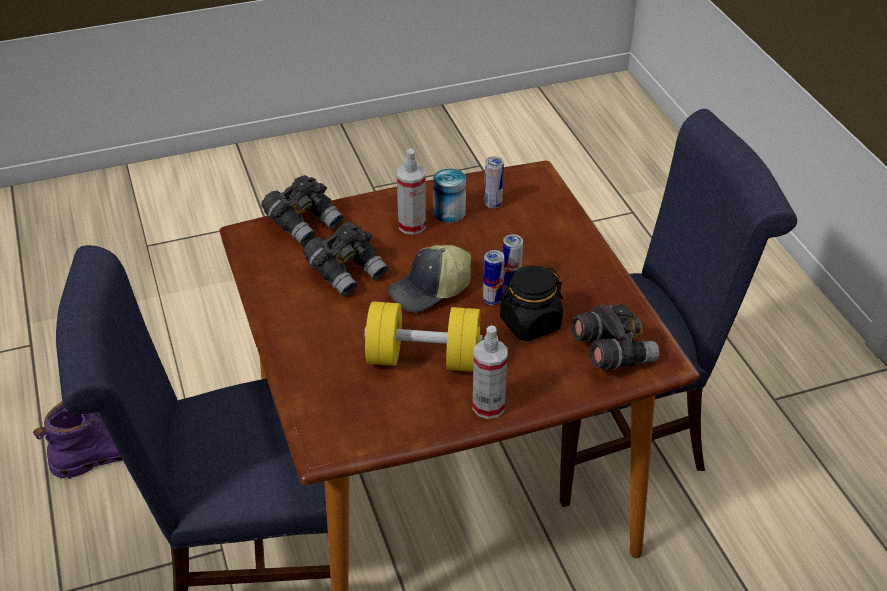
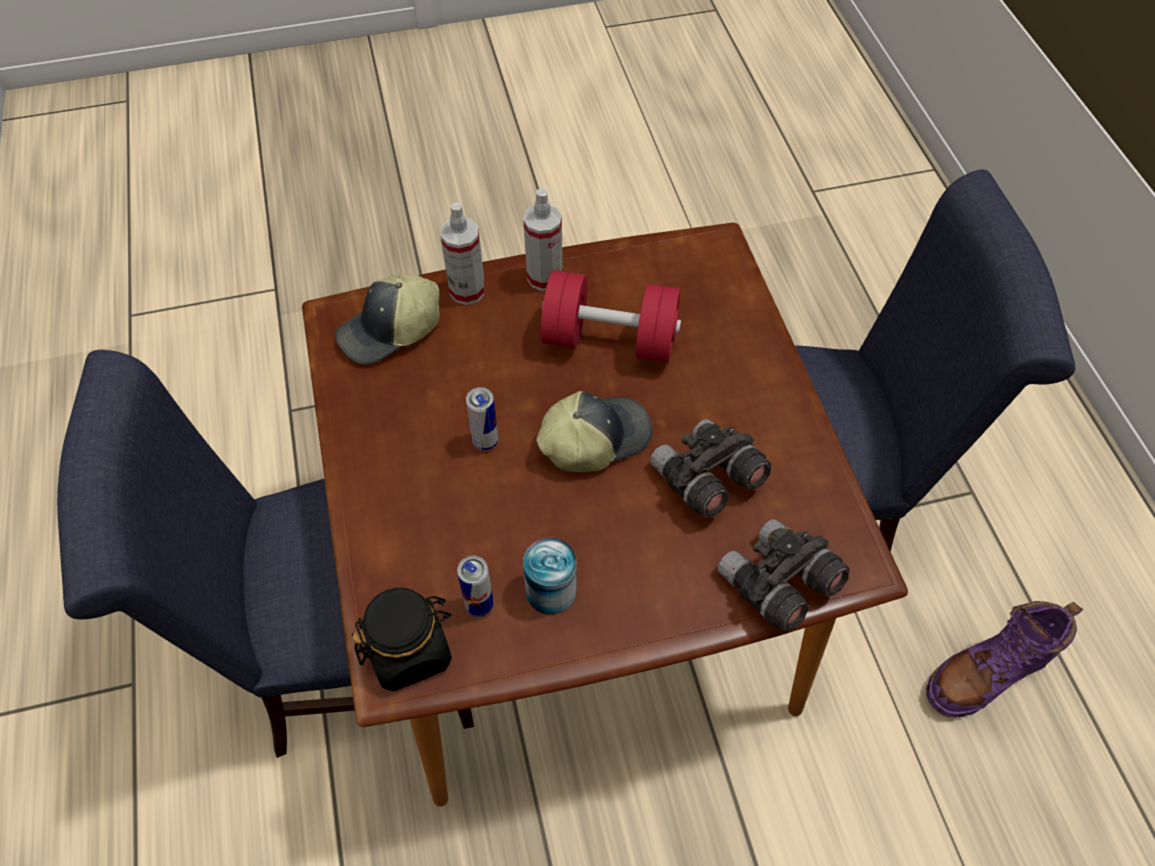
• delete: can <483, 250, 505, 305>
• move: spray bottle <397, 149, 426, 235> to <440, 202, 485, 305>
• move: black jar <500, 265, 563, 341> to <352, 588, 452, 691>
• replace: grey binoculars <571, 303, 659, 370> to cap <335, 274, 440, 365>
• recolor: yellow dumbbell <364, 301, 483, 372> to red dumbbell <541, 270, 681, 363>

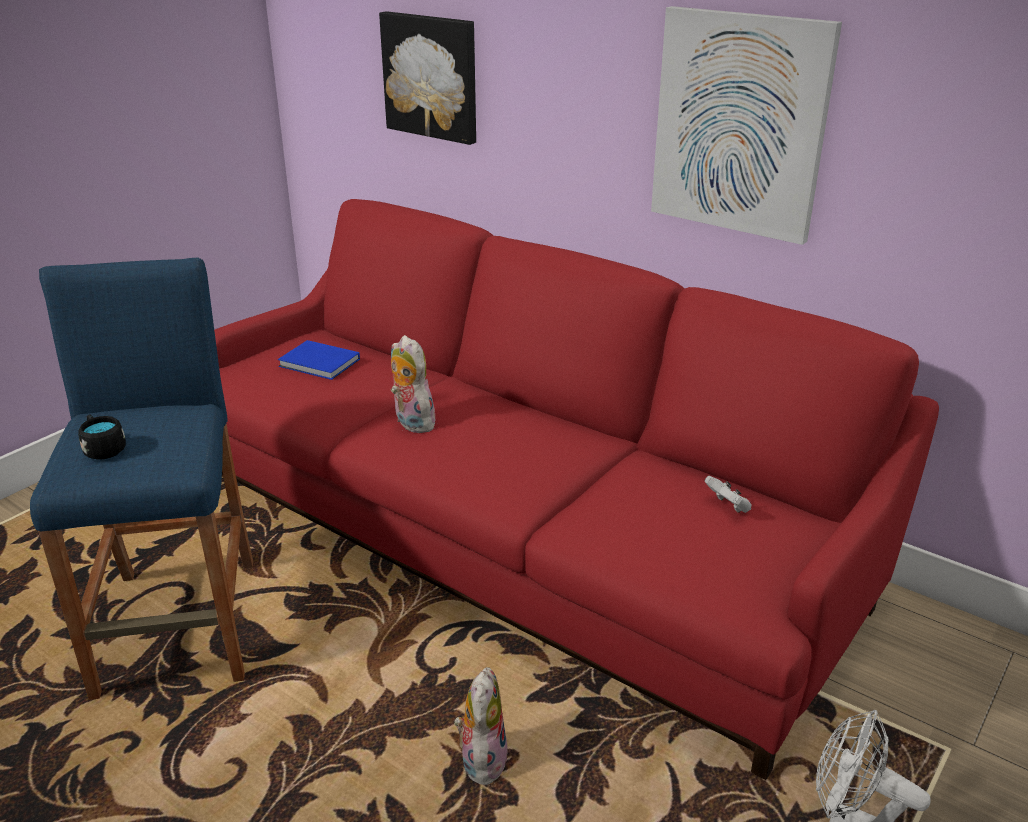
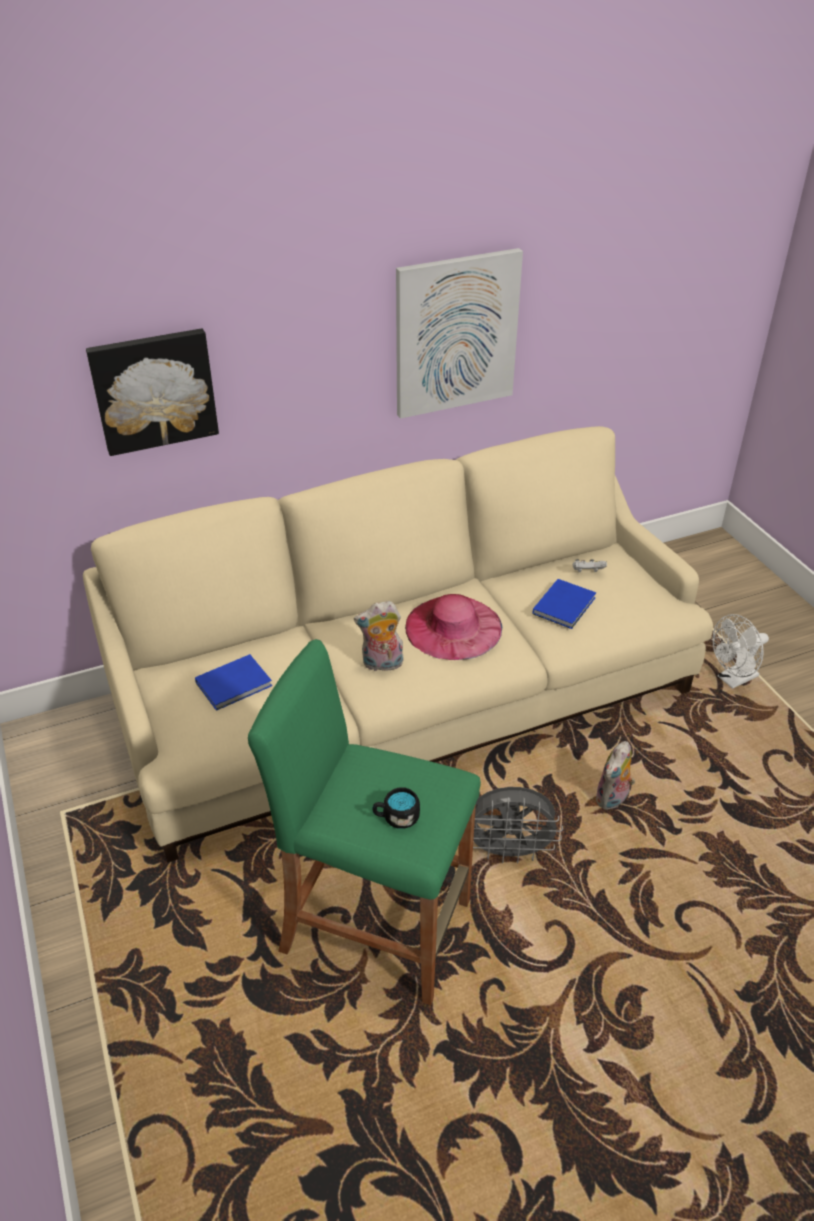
• insert: pink hat <405, 594, 502, 660>
• insert: grey fan <473, 787, 563, 864>
• insert: blue book <533, 579, 596, 629>
• recolor: blue stool <30, 258, 253, 700> to green stool <248, 639, 481, 1005>
• recolor: red sofa <214, 199, 939, 780> to beige sofa <83, 426, 713, 863>
• rotate: plush toy <454, 667, 508, 786> = <596, 741, 635, 810> 90 degrees counterclockwise

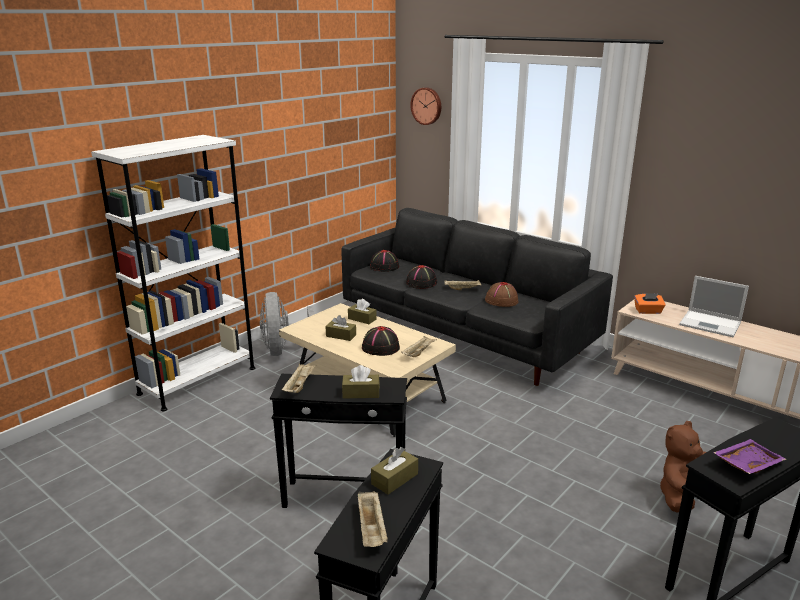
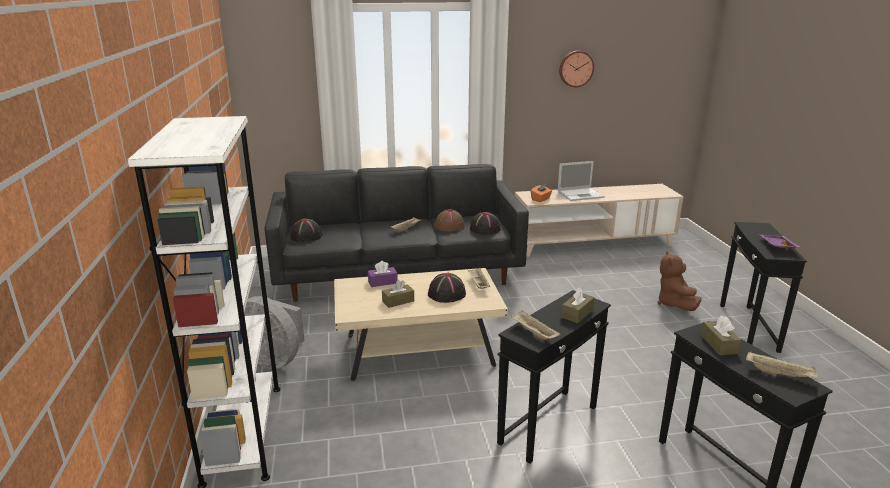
• move: black hat <406, 265, 437, 289> to <470, 212, 501, 235>
• move: wall clock <410, 87, 441, 125> to <559, 51, 594, 87>
• recolor: brown tissue box <348, 299, 377, 324> to purple tissue box <368, 261, 398, 287>

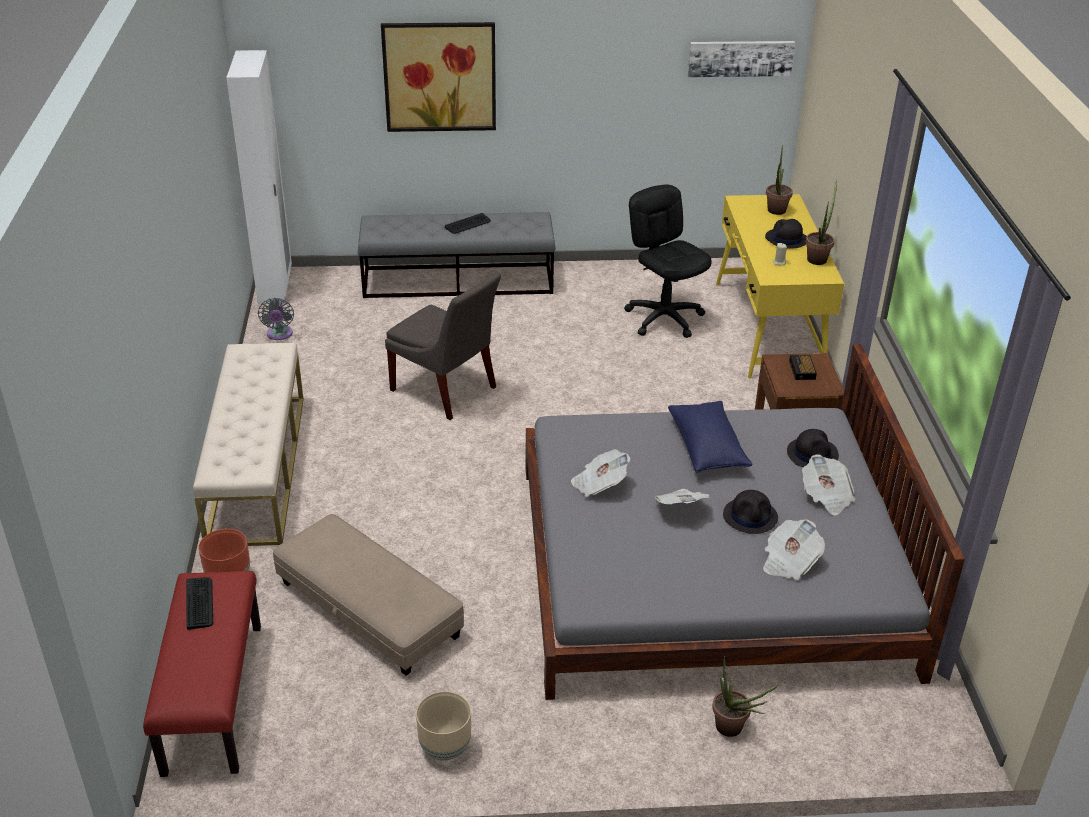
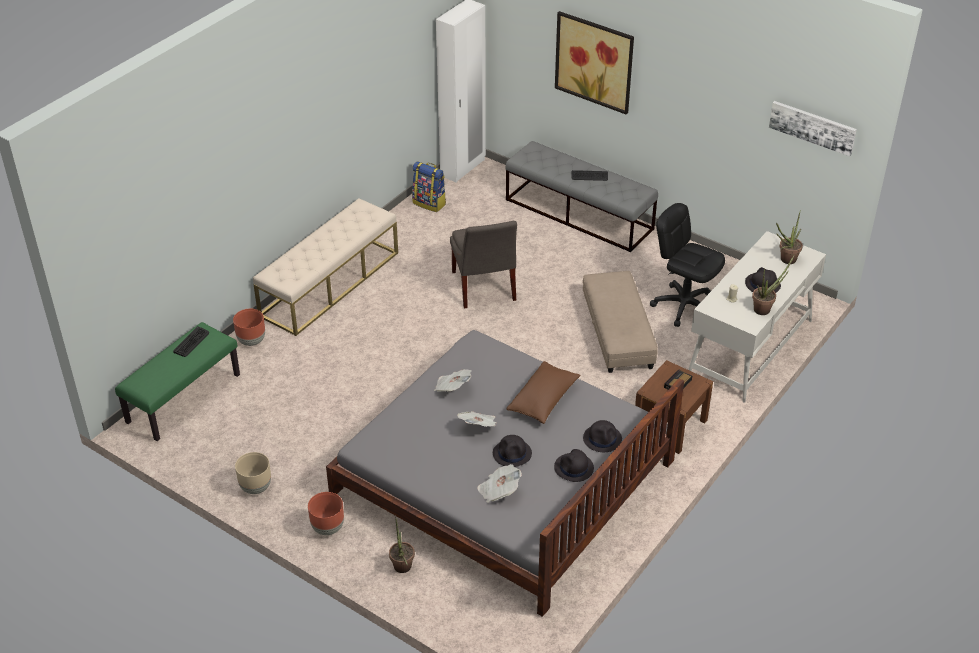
• insert: brown planter <308, 492, 344, 535>
• move: beige ottoman <273, 514, 464, 676> to <583, 271, 658, 373>
• replace: grey fan <258, 298, 294, 340> to backpack <412, 161, 446, 212>
• replace: newspaper <802, 454, 856, 516> to black hat <554, 449, 594, 482>
• recolor: red bench <143, 571, 261, 777> to green bench <115, 322, 240, 441>
• recolor: blue pillow <668, 401, 753, 473> to brown pillow <506, 361, 580, 424>
• recolor: yellow desk <716, 194, 844, 379> to white desk <688, 231, 826, 403>
• rotate: black office chair <624, 185, 712, 338> = <650, 203, 725, 327> 60 degrees counterclockwise

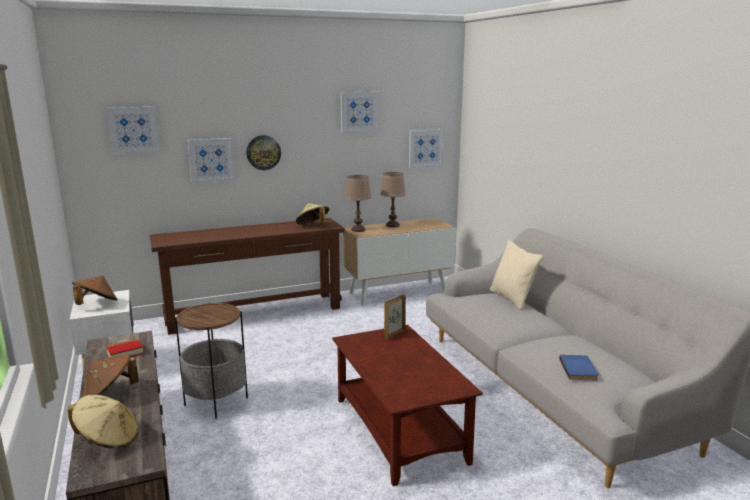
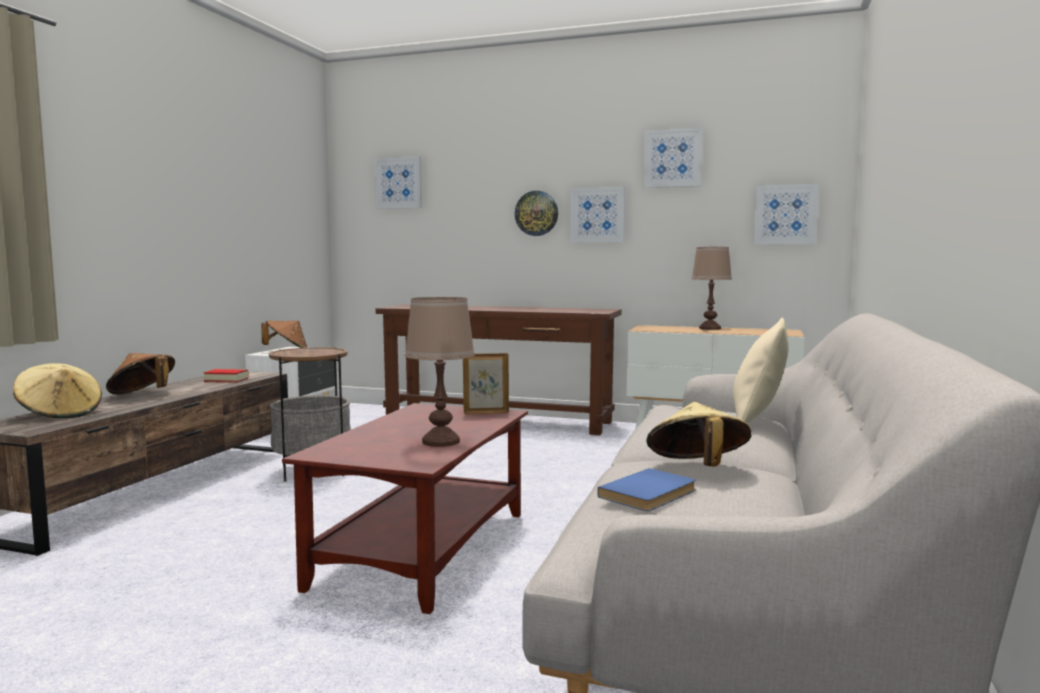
• move: picture <188, 138, 234, 183> to <570, 186, 625, 242>
• move: beige hat <296, 203, 329, 224> to <646, 402, 752, 467>
• move: brown table lamp <345, 175, 371, 232> to <404, 297, 475, 447>

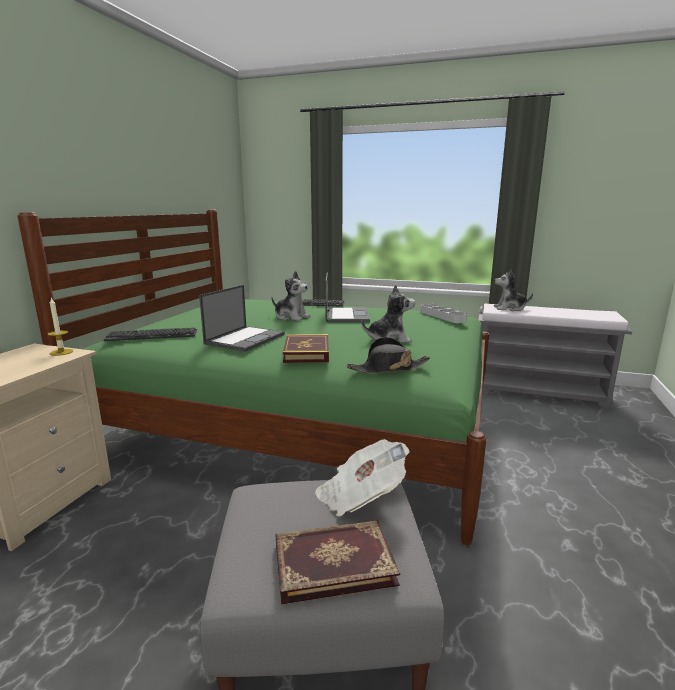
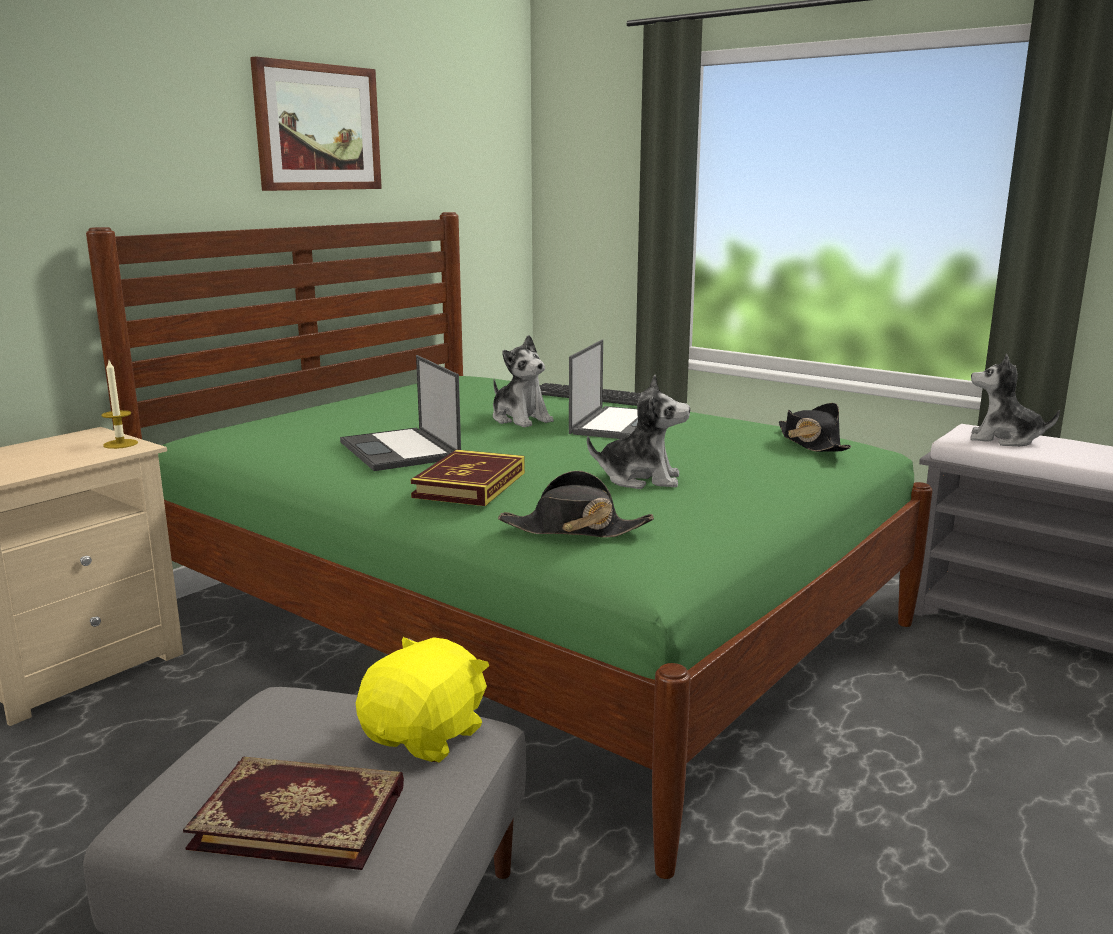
• delete: keyboard <104, 327, 197, 341>
• insert: picture <250, 57, 382, 191>
• replace: newspaper <315, 439, 410, 517> to yellow plush toy <356, 637, 489, 763>
• replace: grey tray <420, 303, 467, 323> to black hat <779, 403, 851, 452>
• rotate: laptop <199, 285, 285, 352> = <340, 355, 461, 471> 105 degrees clockwise

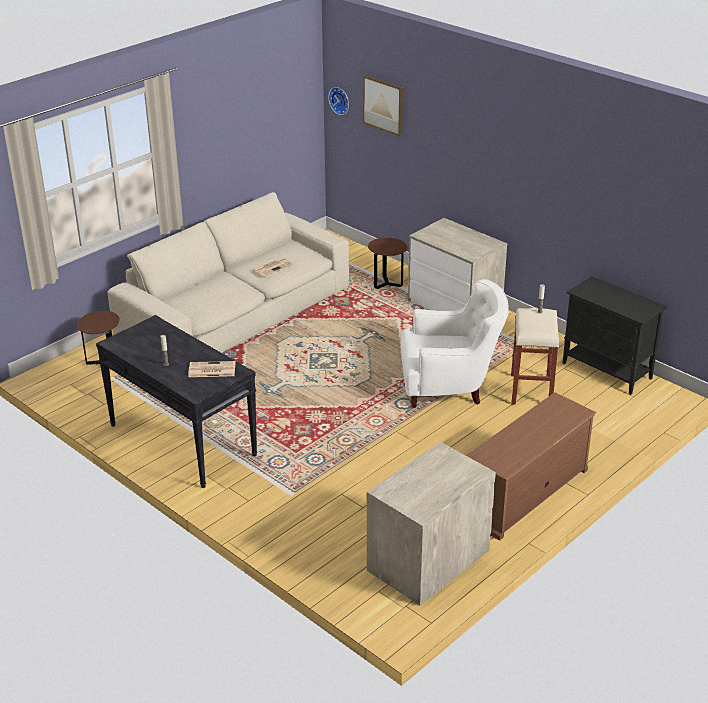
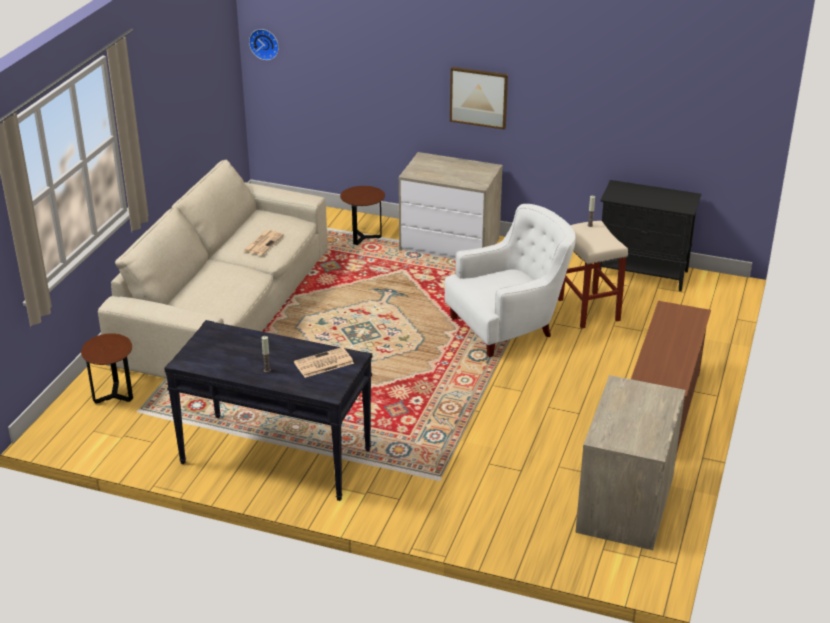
• move: picture <363, 75, 403, 136> to <450, 67, 508, 130>

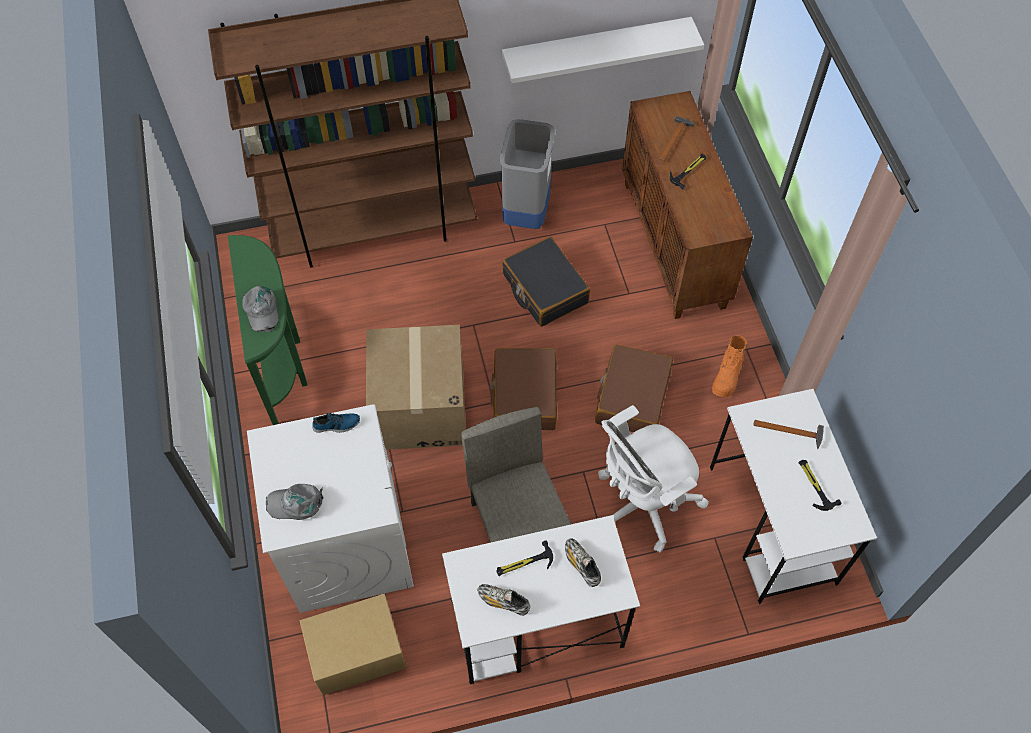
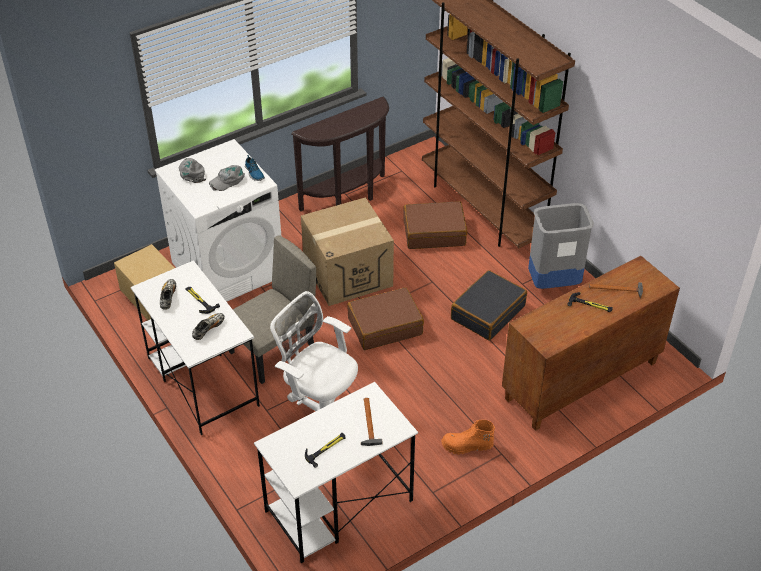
• delete: white shelf <502, 17, 704, 83>
• move: grey cap <242, 286, 279, 332> to <209, 165, 245, 191>
• move: brown suitcase <595, 345, 673, 432> to <403, 201, 467, 249>
• recolor: green console table <228, 235, 307, 425> to brown console table <291, 97, 389, 211>

